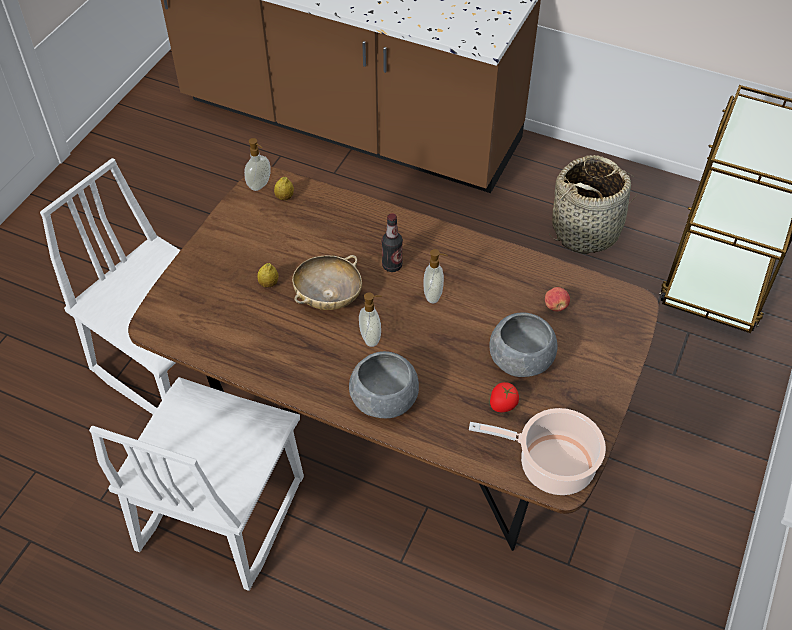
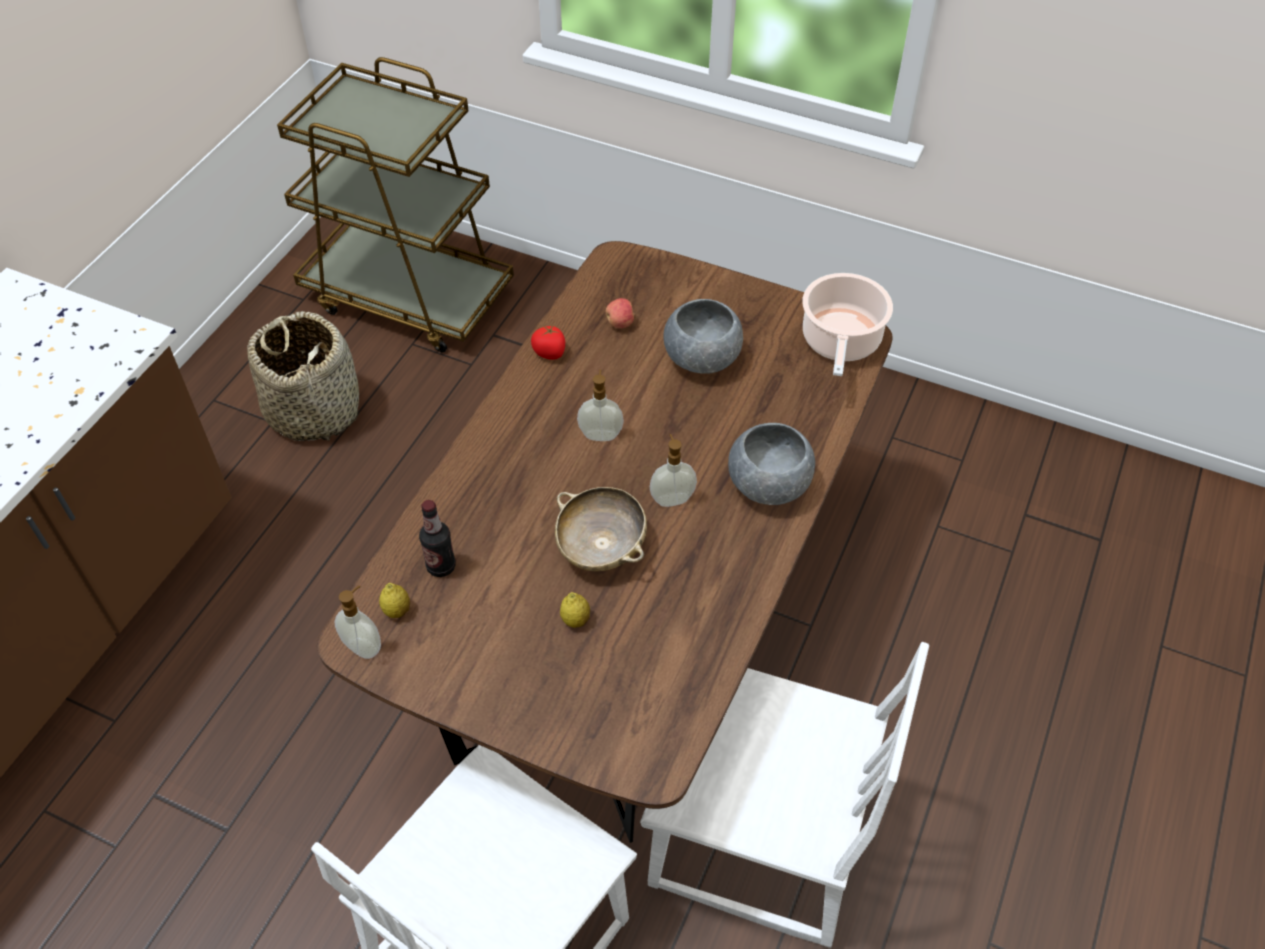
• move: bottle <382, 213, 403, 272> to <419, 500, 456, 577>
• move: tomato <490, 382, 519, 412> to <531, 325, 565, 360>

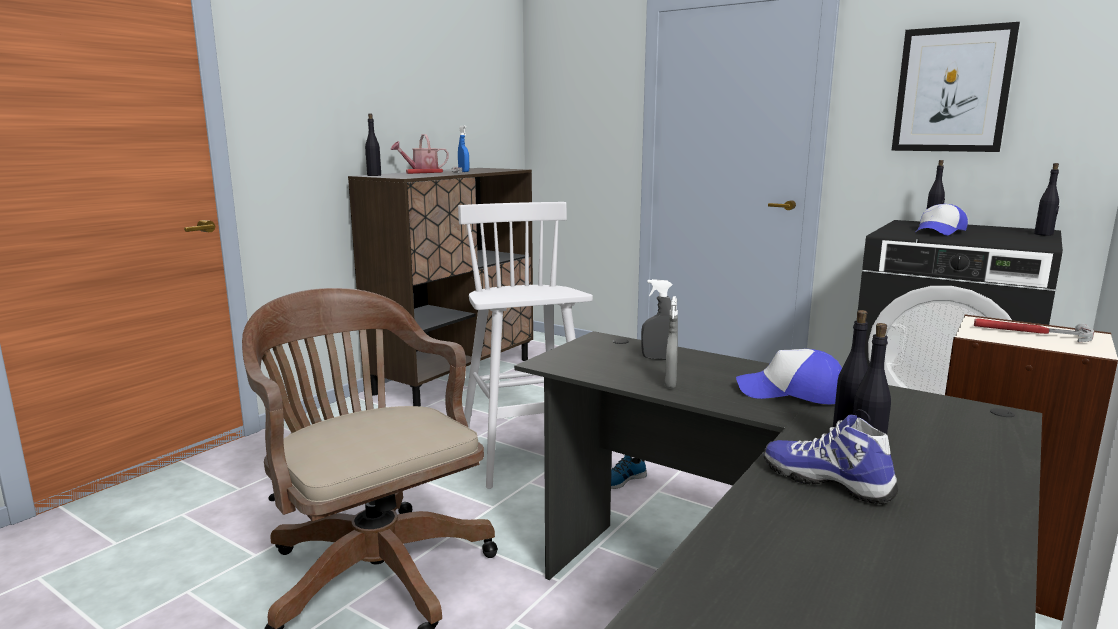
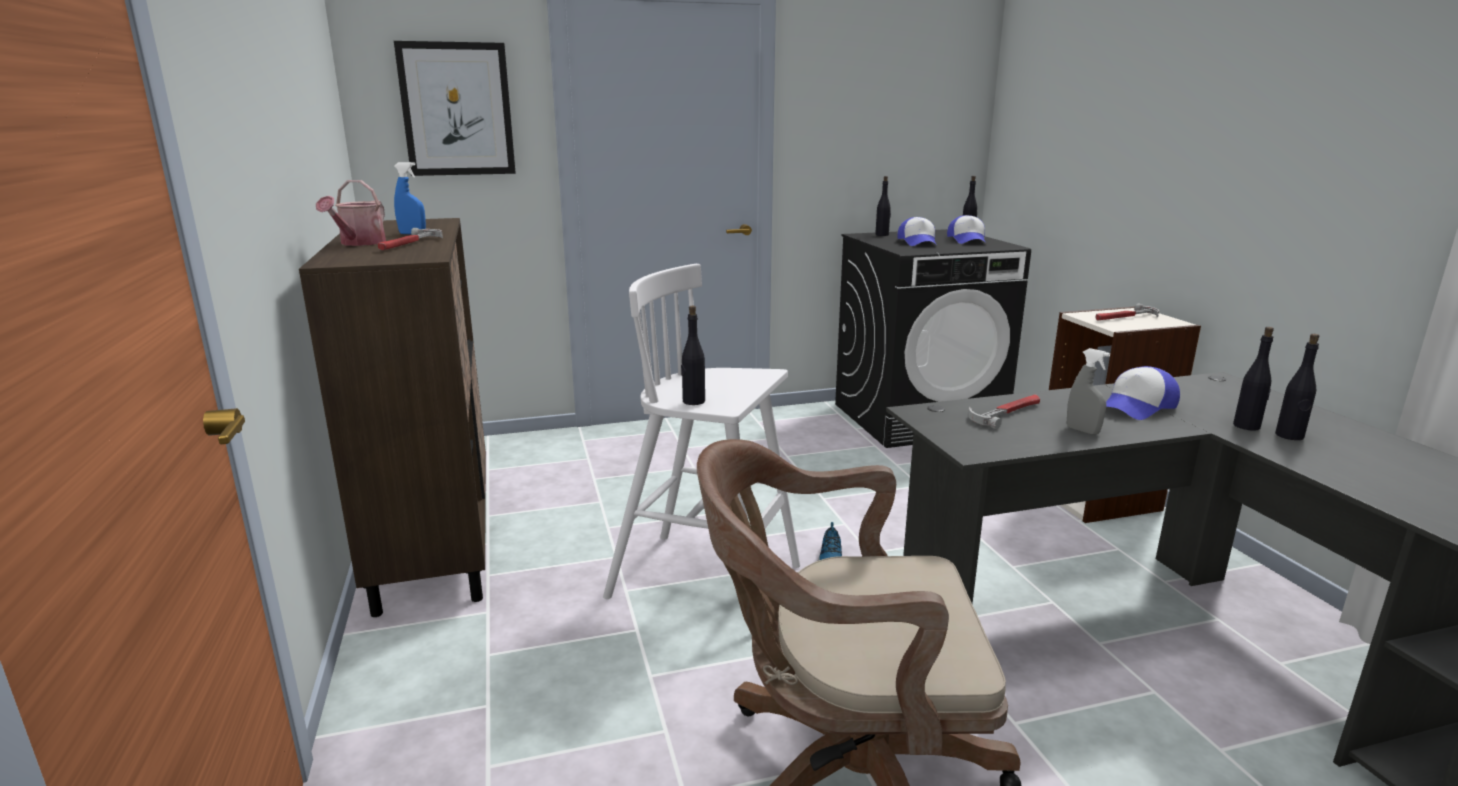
• delete: shoe <764, 415, 898, 504>
• insert: cap <947, 215, 986, 244>
• move: black bottle <365, 114, 381, 176> to <681, 306, 705, 405>
• move: picture <891, 22, 1020, 152> to <394, 41, 516, 176>
• replace: grey spray bottle <641, 279, 672, 360> to hammer <968, 395, 1040, 429>

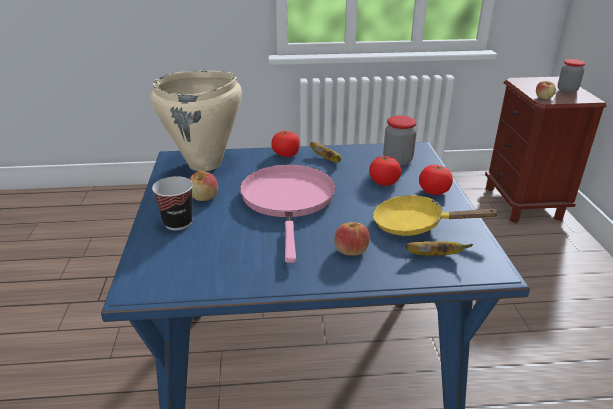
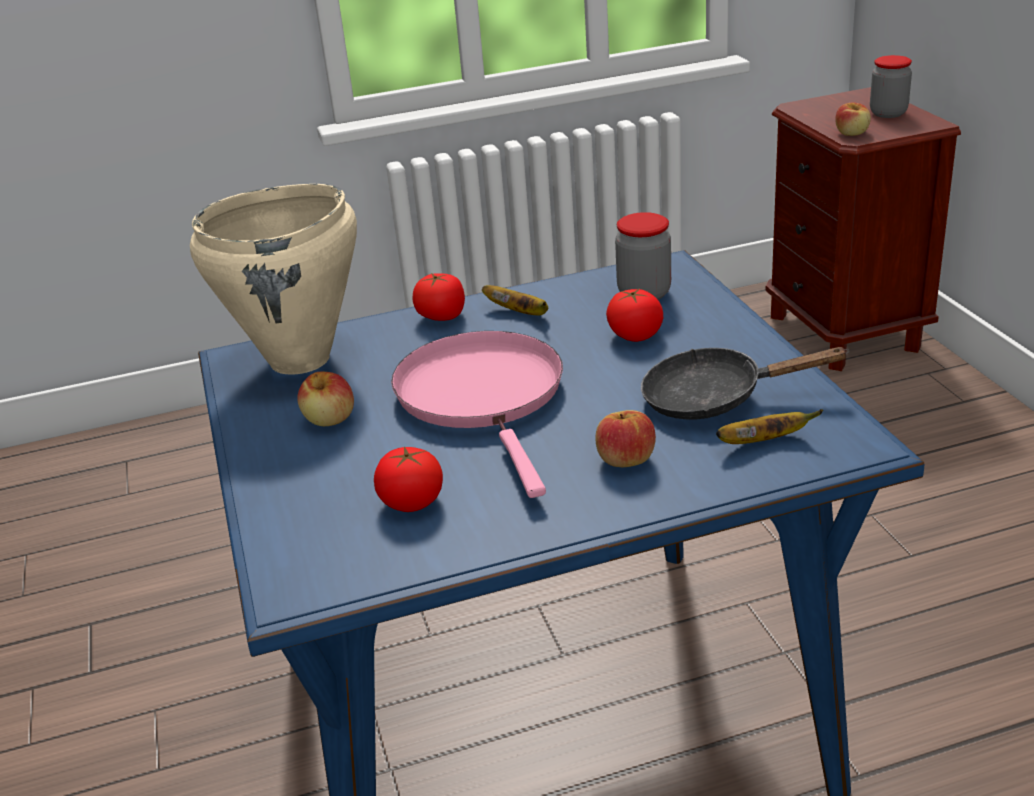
• delete: cup <152, 176, 193, 230>
• move: tomato <419, 164, 453, 195> to <374, 446, 443, 512>
• recolor: yellow frying pan <373, 195, 497, 236> to black frying pan <641, 347, 849, 420>

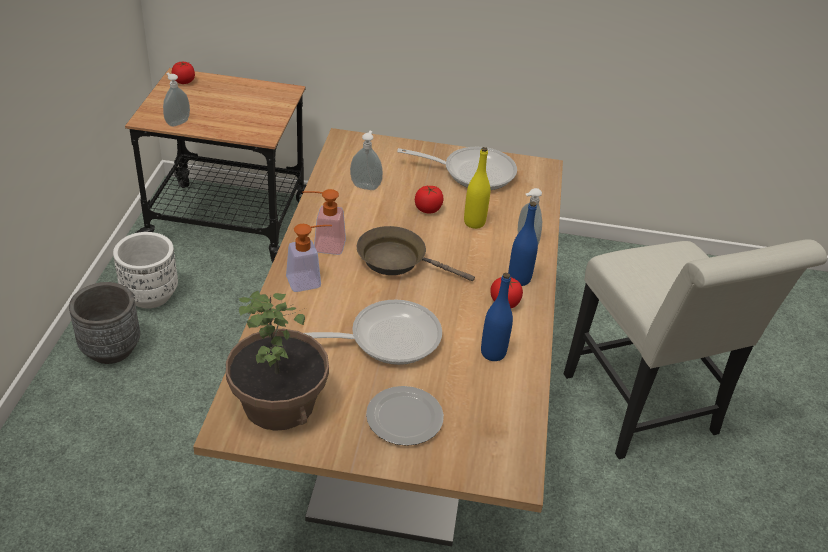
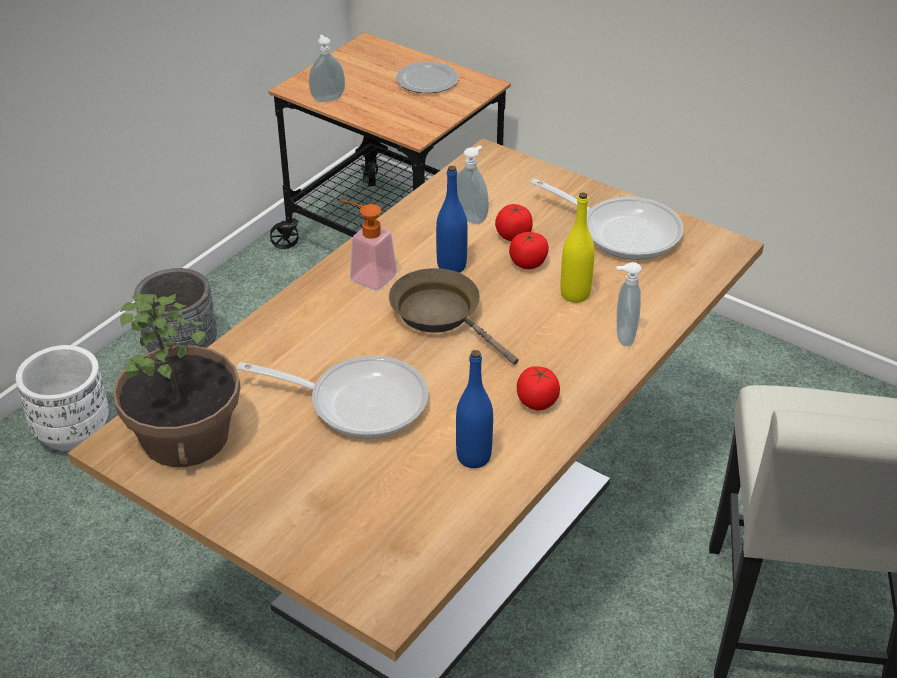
• delete: soap dispenser <286, 224, 332, 292>
• move: white planter <113, 232, 178, 309> to <16, 345, 109, 451>
• move: tomato <171, 62, 195, 84> to <495, 204, 533, 241>
• move: plate <366, 386, 444, 446> to <396, 62, 459, 93>
• move: blue bottle <508, 202, 538, 286> to <436, 166, 468, 273>

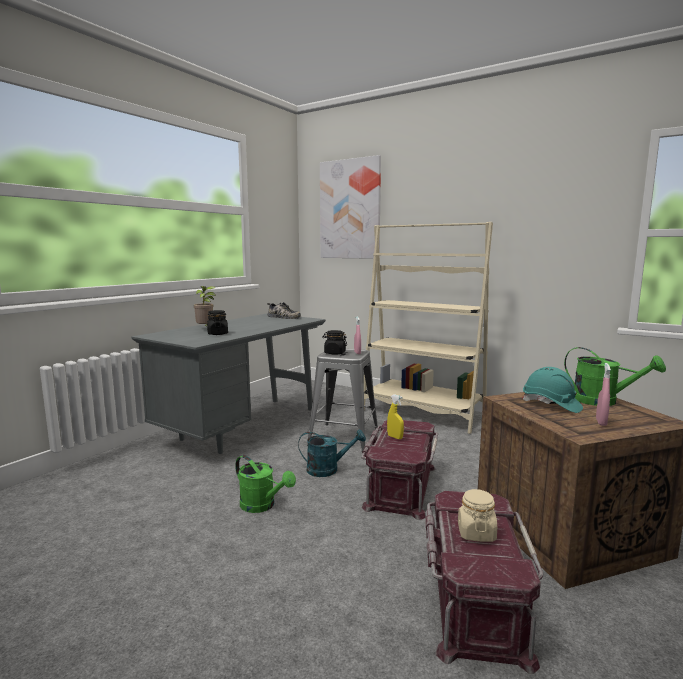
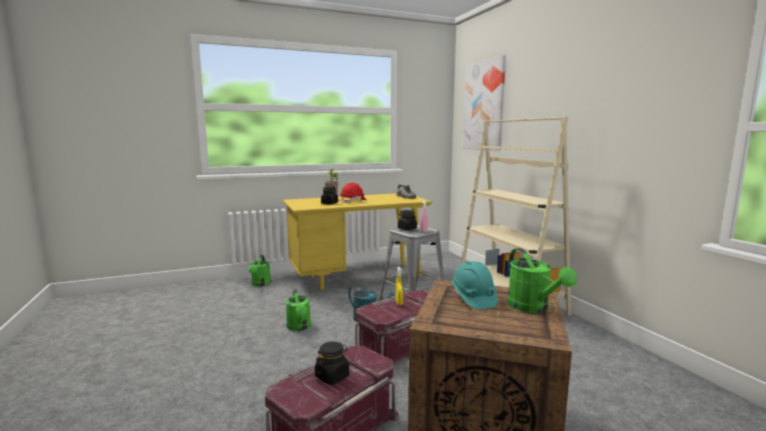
• delete: pink spray bottle <596, 363, 611, 426>
• insert: green watering can <248, 255, 271, 286>
• insert: red hard hat <340, 183, 367, 204>
• recolor: grey desk <131, 313, 326, 454> to yellow desk <283, 193, 432, 290>
• recolor: beige jar <458, 489, 497, 542> to black jar <315, 342, 349, 385>

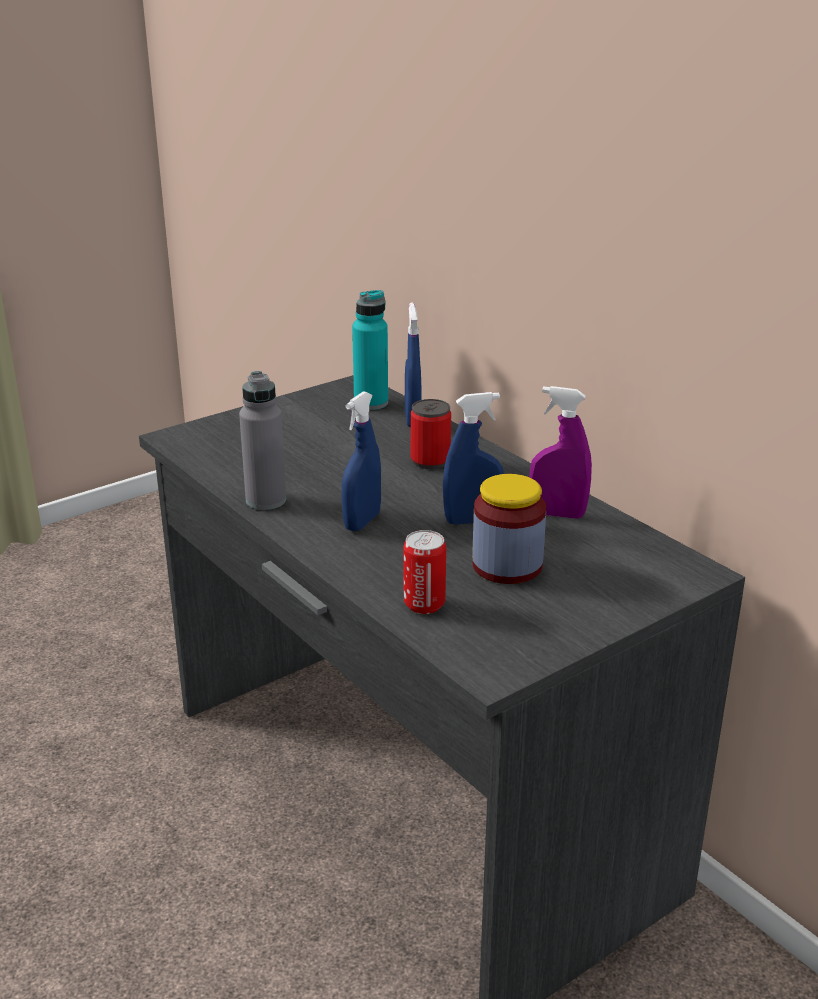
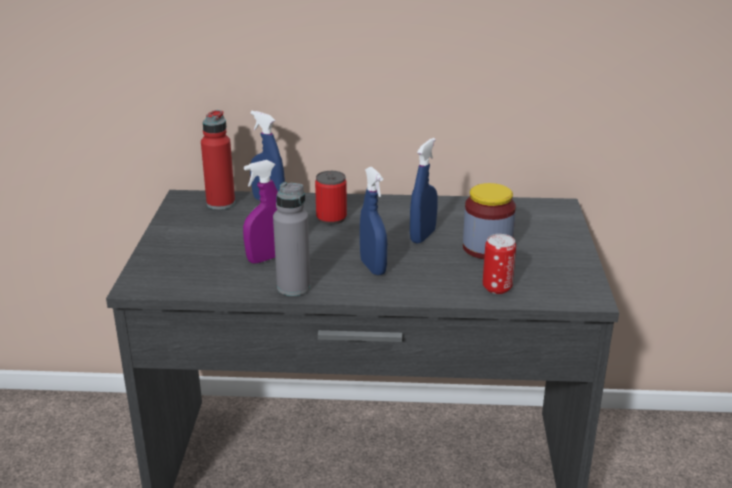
• move: purple spray bottle <530, 386, 592, 519> to <243, 160, 278, 264>
• recolor: turquoise bottle <352, 290, 388, 410> to red bottle <201, 110, 235, 210>

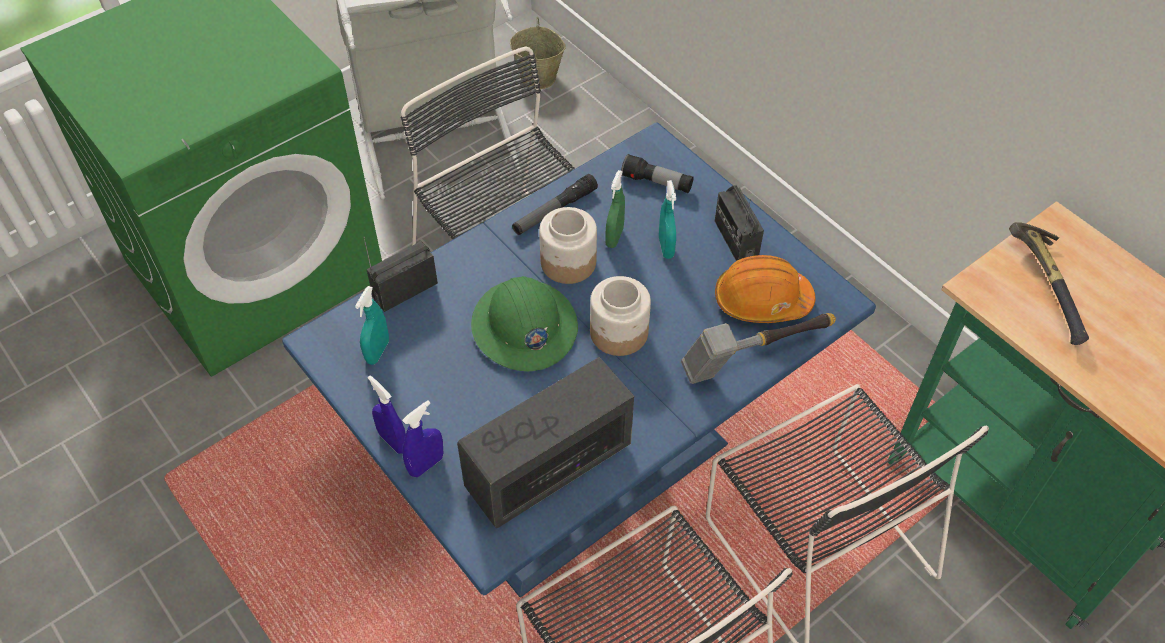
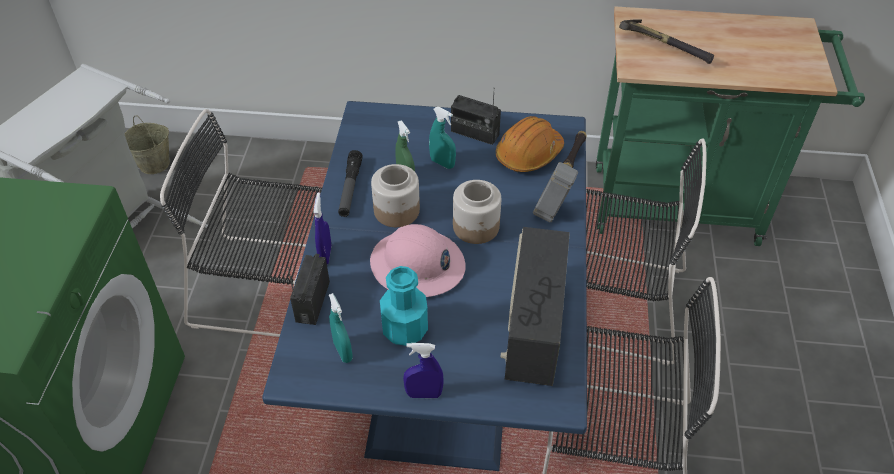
• delete: flashlight <621, 154, 694, 193>
• insert: turquoise bottle <380, 266, 428, 346>
• move: blue spray bottle <402, 400, 443, 477> to <313, 192, 331, 264>
• recolor: green hard hat <471, 276, 578, 371> to pink hard hat <370, 224, 466, 297>

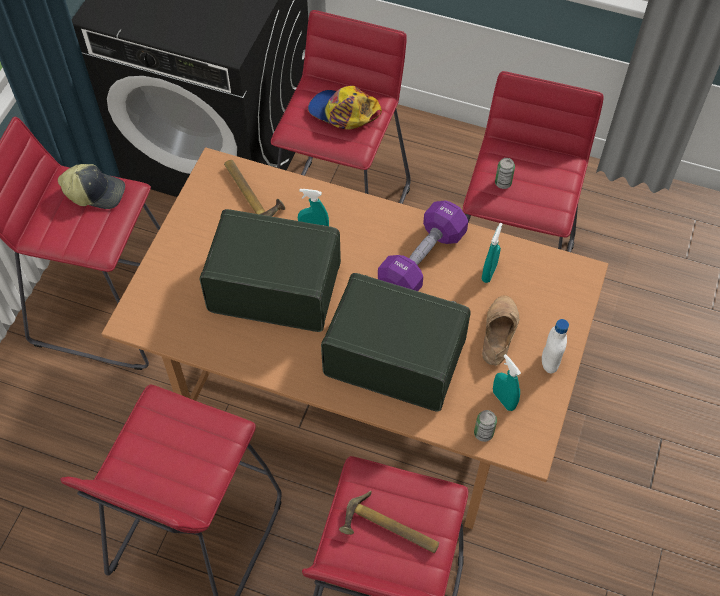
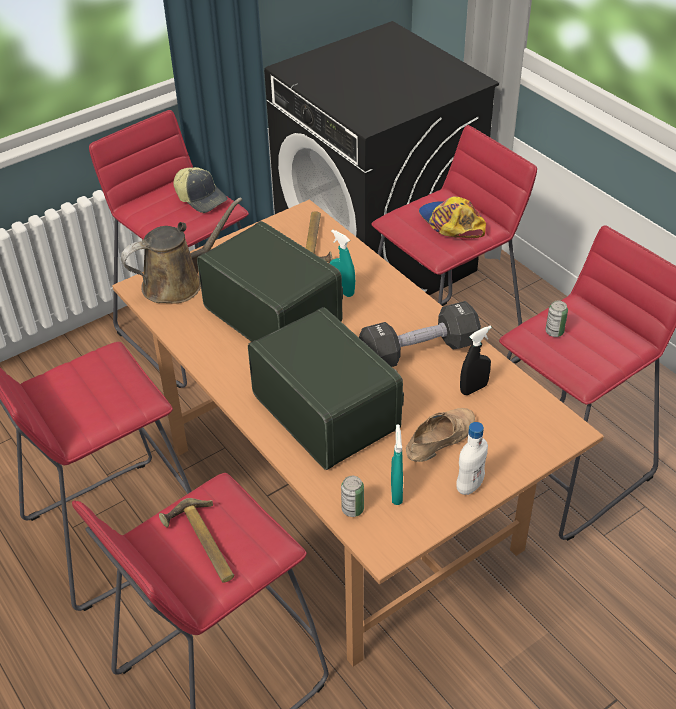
• insert: brown watering can <121, 197, 242, 304>
• recolor: purple dumbbell <378, 200, 468, 291> to black dumbbell <359, 301, 481, 367>
• recolor: turquoise spray bottle <482, 223, 502, 283> to black spray bottle <460, 326, 492, 395>

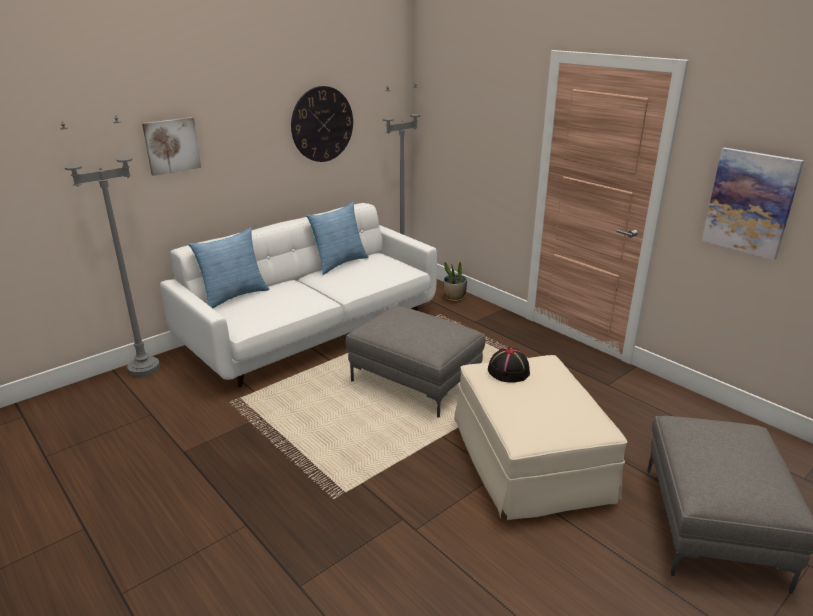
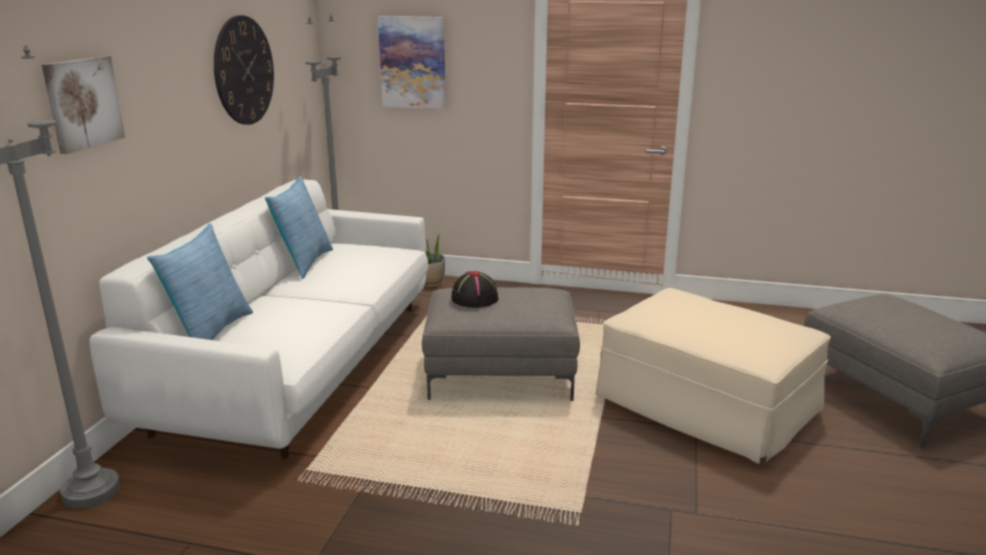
• move: black hat <488, 347, 530, 383> to <451, 271, 499, 308>
• move: picture <701, 148, 804, 260> to <378, 16, 446, 109>

